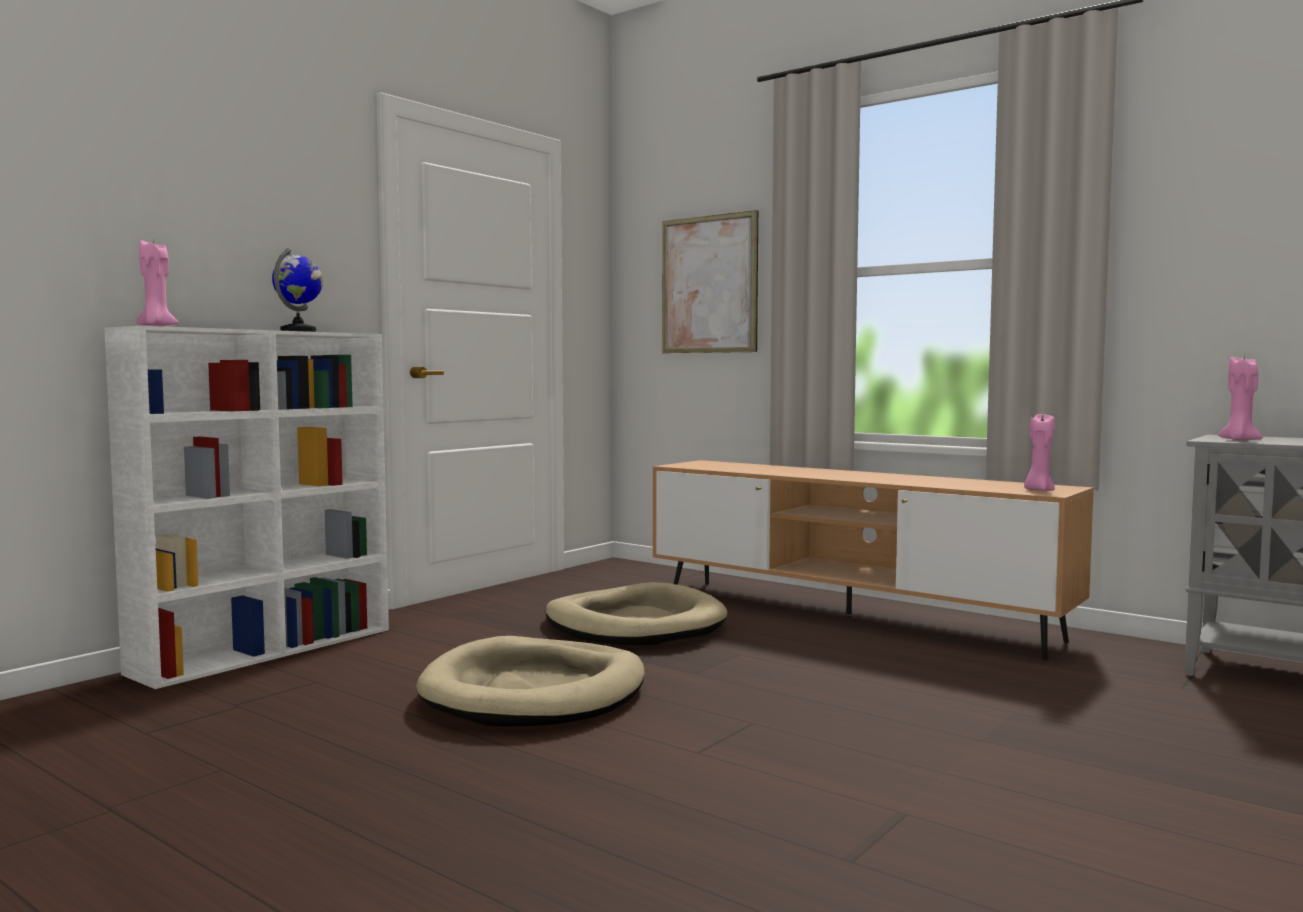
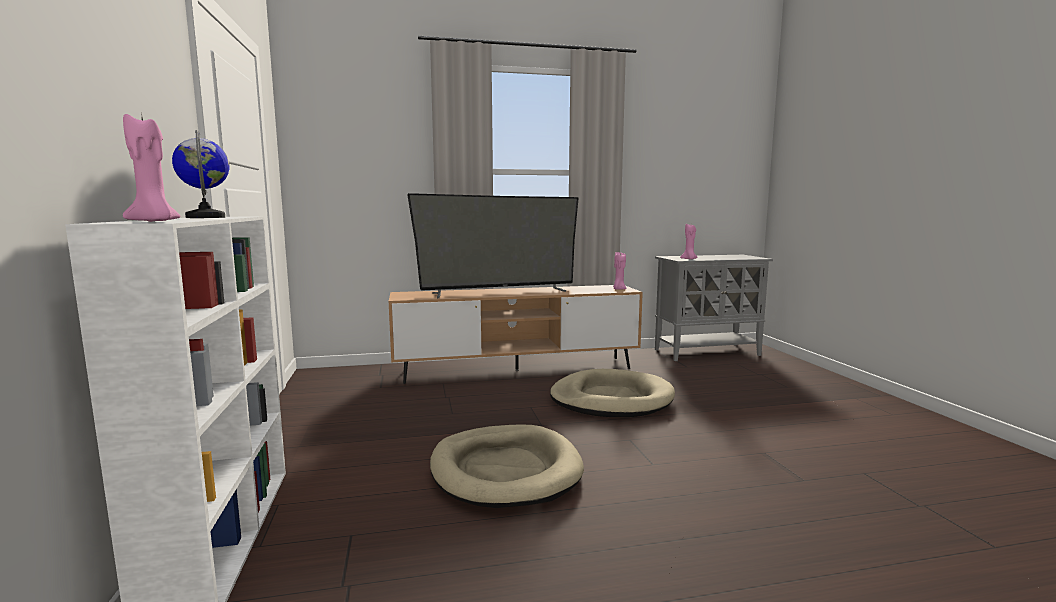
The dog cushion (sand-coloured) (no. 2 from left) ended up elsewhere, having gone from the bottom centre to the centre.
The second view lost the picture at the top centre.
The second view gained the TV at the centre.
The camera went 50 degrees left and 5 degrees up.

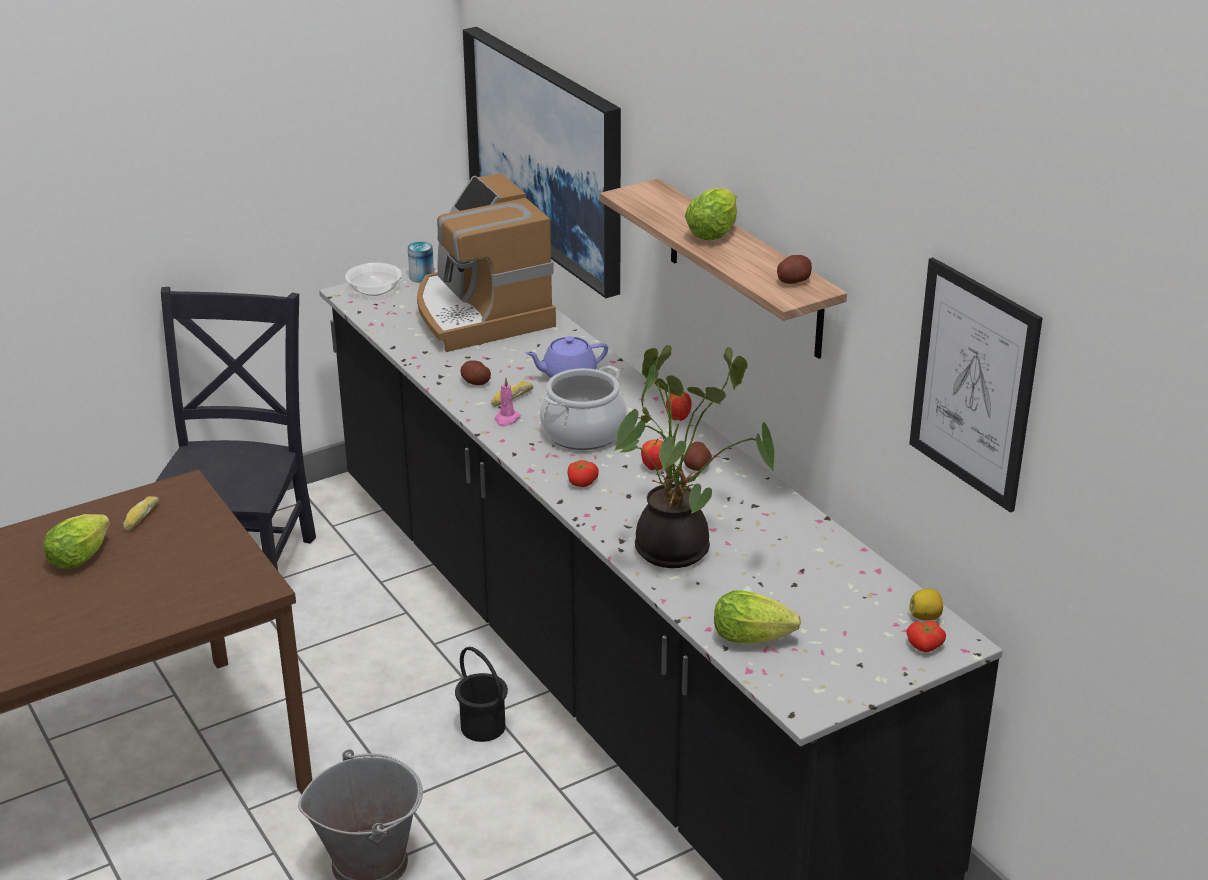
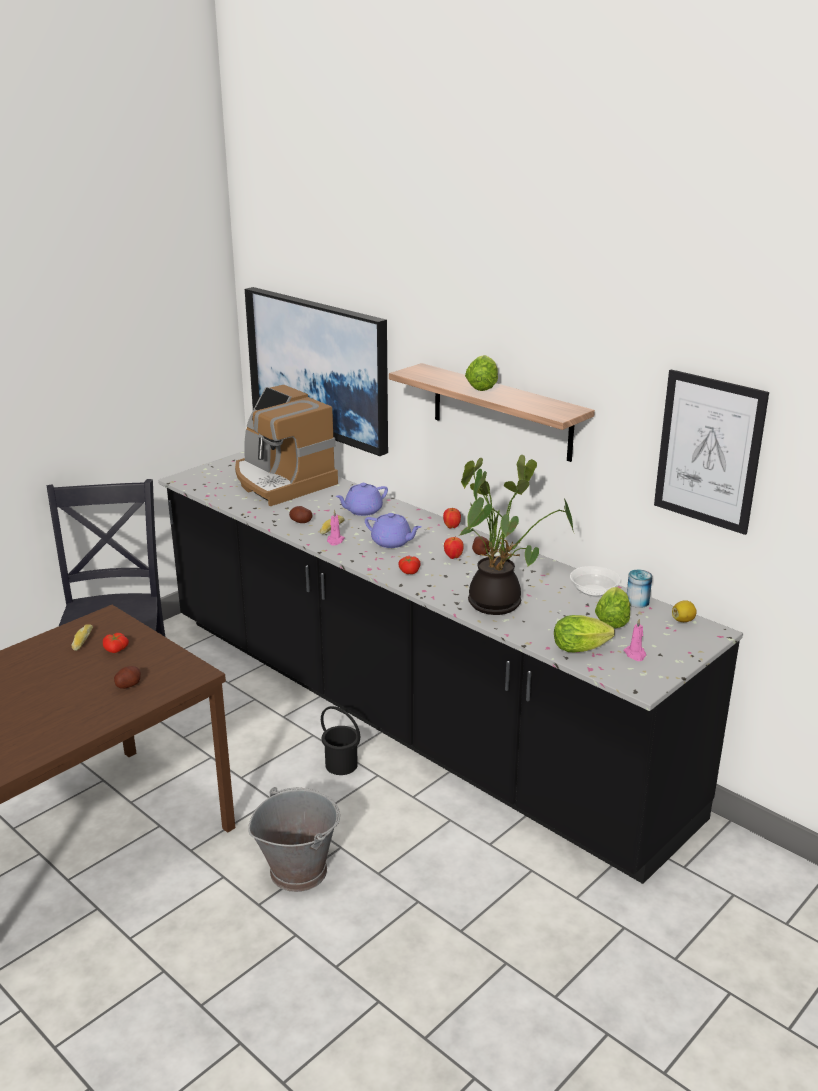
The lettuce (no. 1 from left in the first image) ended up elsewhere, having gone from the middle left to the middle right.
The bowl ended up elsewhere, having gone from the top left to the middle right.
The sealed can ended up elsewhere, having gone from the top centre to the middle right.
Where the stockpot stood at the centre, the pot for tea (purple-coloured) (no. 2 from left) came to stand at the centre.
The spud (no. 3 from left in the first image) ended up elsewhere, having gone from the top centre to the middle left.
The tomato (no. 2 from left in the first image) ended up elsewhere, having gone from the bottom right to the middle left.
The second view gained the candle (pink) (no. 2 from left) at the middle right.
The camera went 15 degrees left and 5 degrees down.

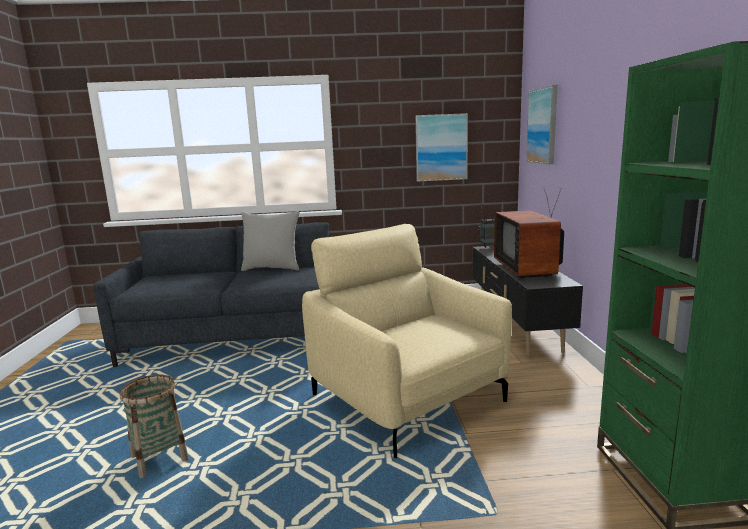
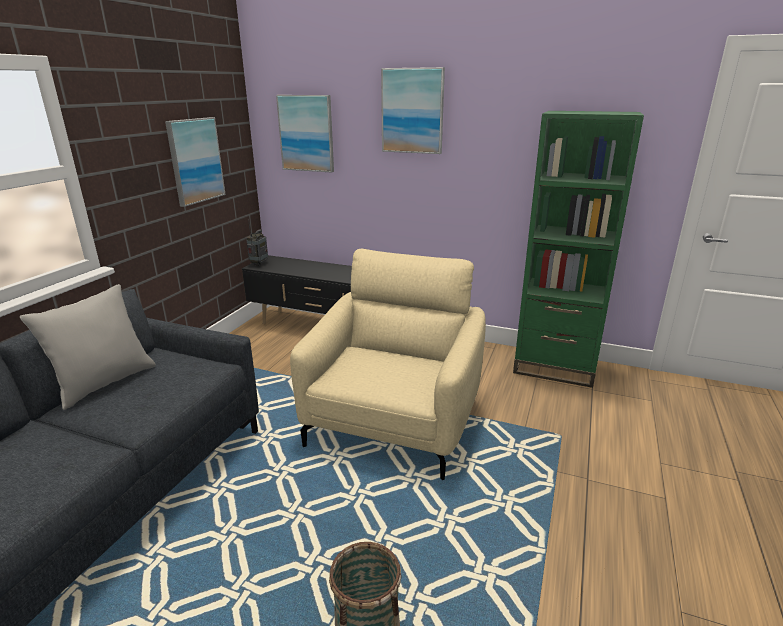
The armchair (sand-coloured) at the centre ended up facing another way, 120 degrees clockwise from before.
The second view lost the TV at the middle right.
The second view gained the picture (no. 3 from left) at the top centre.
The camera went 65 degrees left and 10 degrees up.

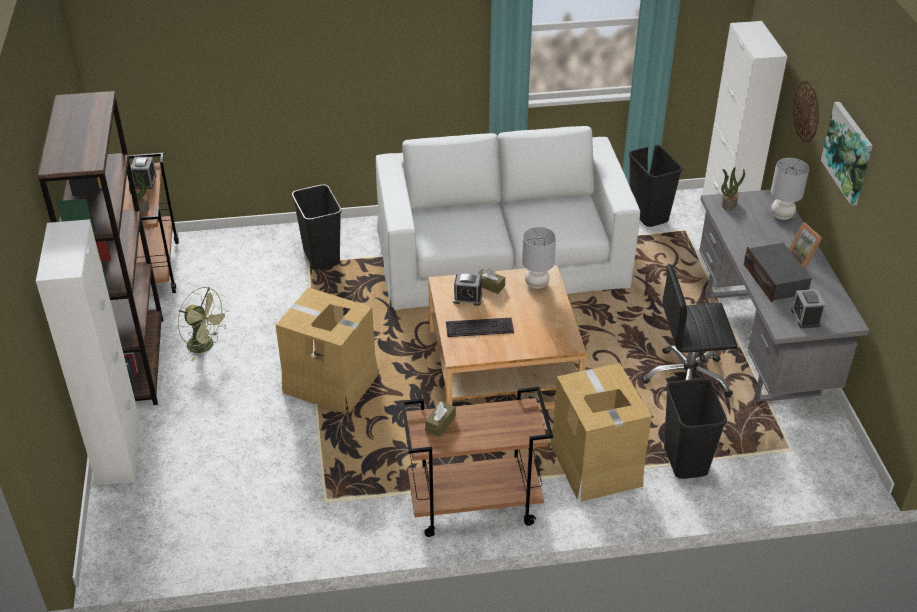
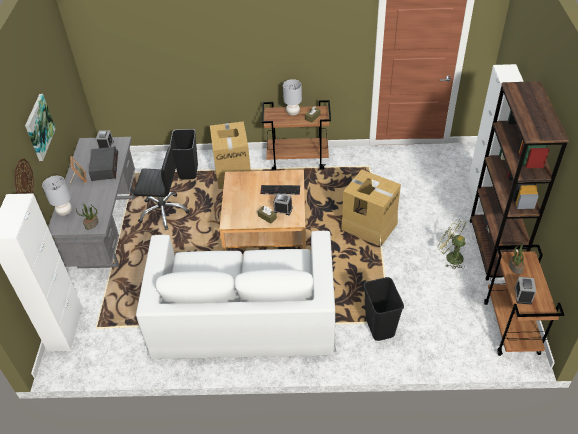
The table lamp (grey) (no. 1 from left in the first image) ended up elsewhere, having gone from the centre to the top centre.
The second view lost the trash can (blackish) (no. 2 from left) at the top right.
The camera went 170 degrees left and 5 degrees up.

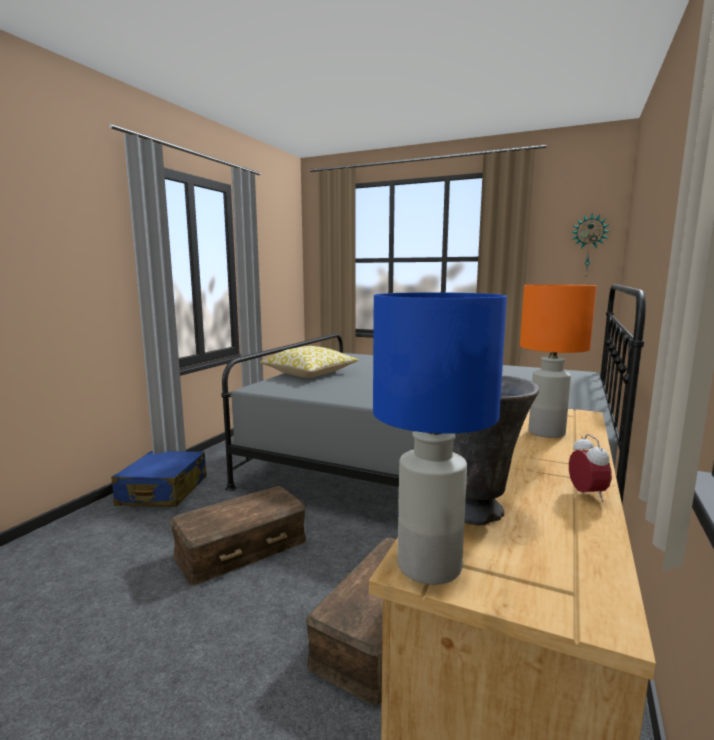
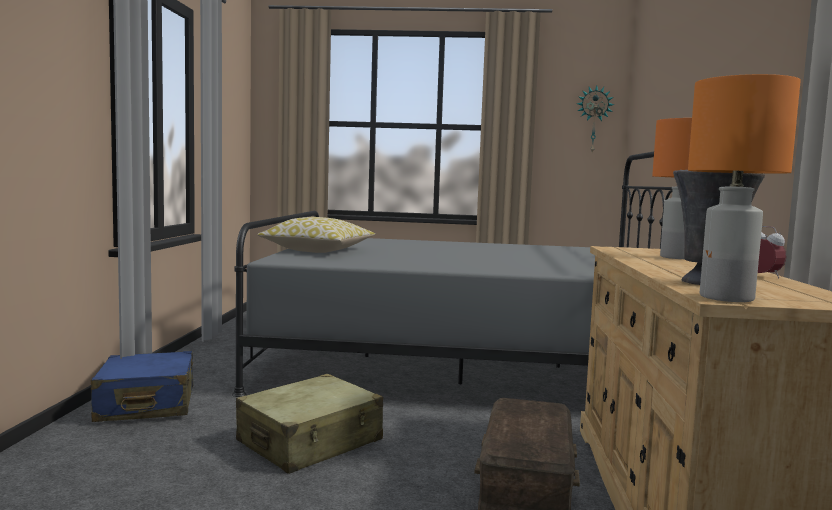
Where the storage container (brownish) (no. 1 from left) stood at the bottom centre, the travel case (sand-coloured) came to stand at the bottom centre.
What was the table lamp (bluish) at the centre turned into the table lamp (orangey) (no. 2 from left) at the middle right.
The camera went 20 degrees left and 5 degrees down.

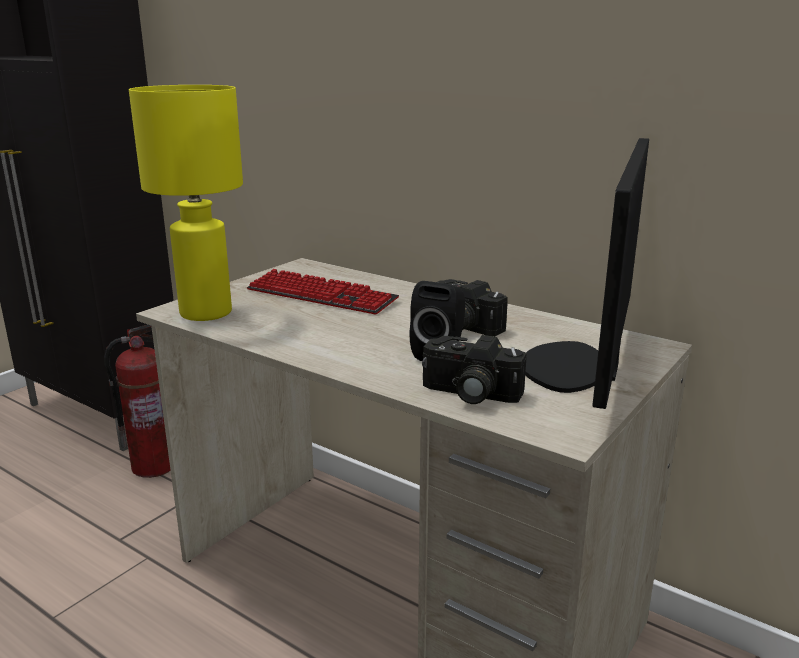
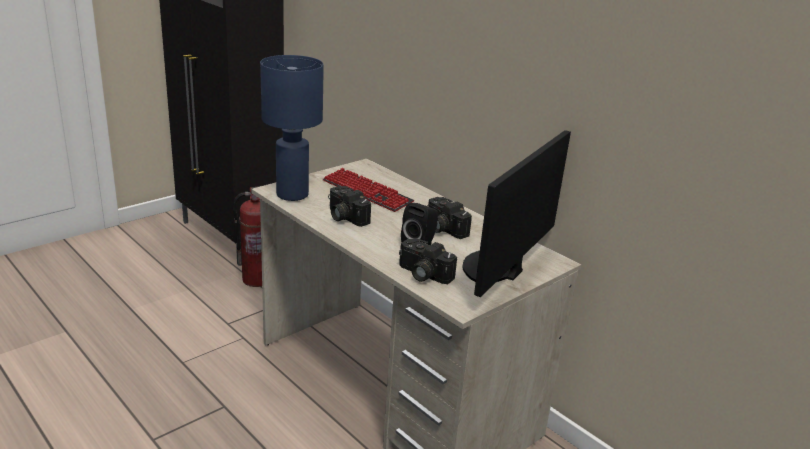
What was the table lamp (yellow-coloured) at the top left turned into the table lamp (bluish) at the top centre.
The second view gained the still camera (no. 1 from left) at the centre.
The camera went 10 degrees right and 5 degrees up.

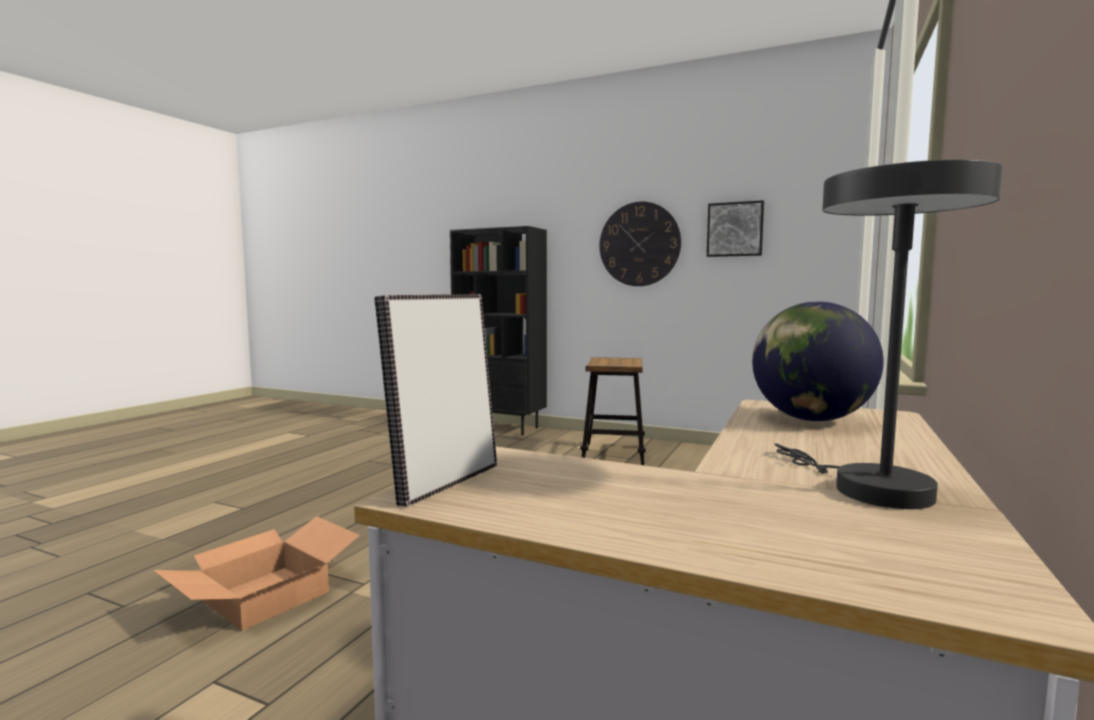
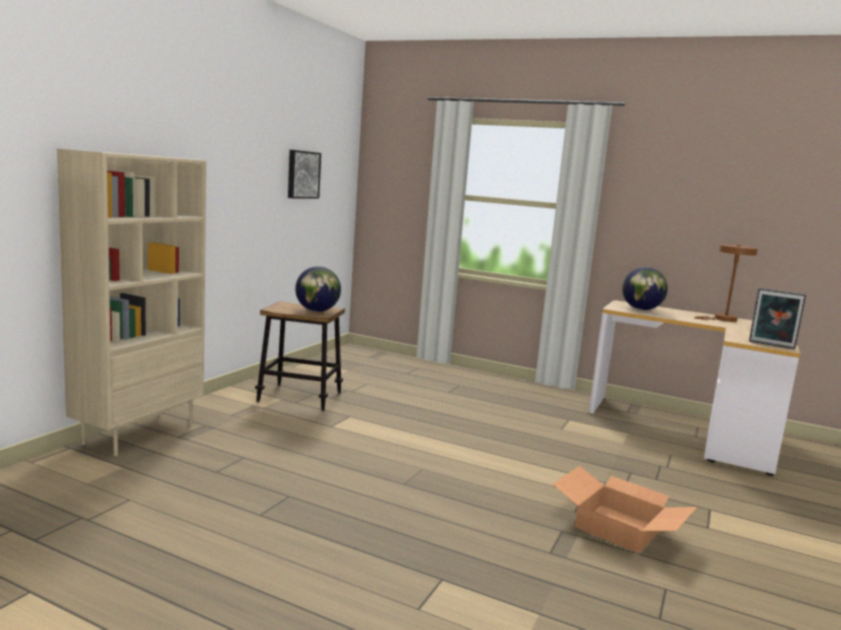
What was the bookshelf (blackish) at the centre turned into the bookshelf (sand-coloured) at the middle left.
The second view lost the wall clock at the centre.
What was the table lamp (grey) at the middle right turned into the table lamp (brownish) at the middle right.
The second view gained the desk globe (no. 1 from left) at the centre.
The camera went 90 degrees left and 5 degrees up.

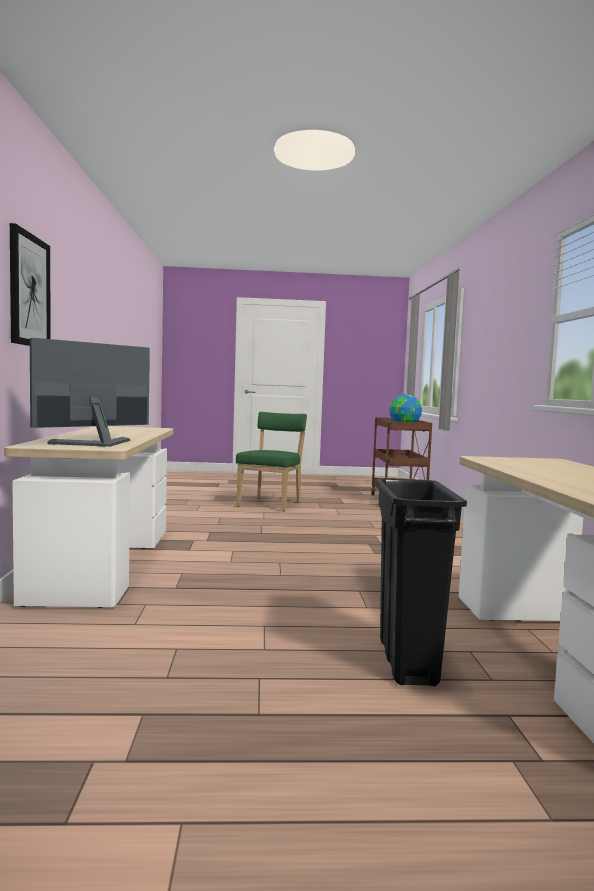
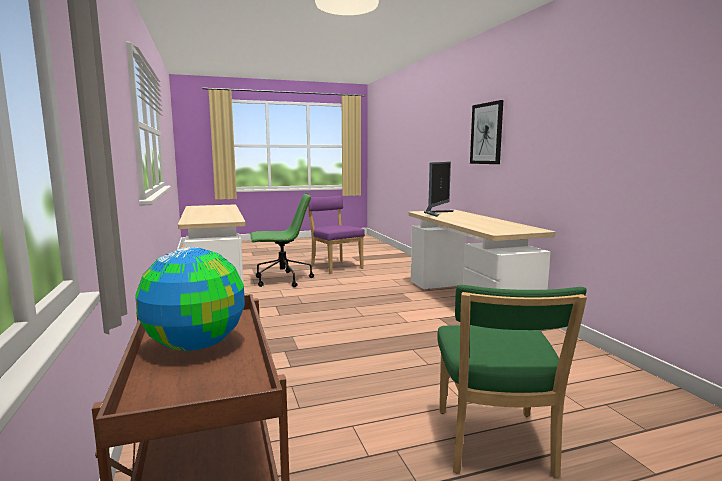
Where the trash can (blackish) stood at the middle right, the desk chair (greenish) came to stand at the centre.
The second view gained the upright chair (purple-coloured) at the centre.
The camera went 165 degrees right and 5 degrees up.

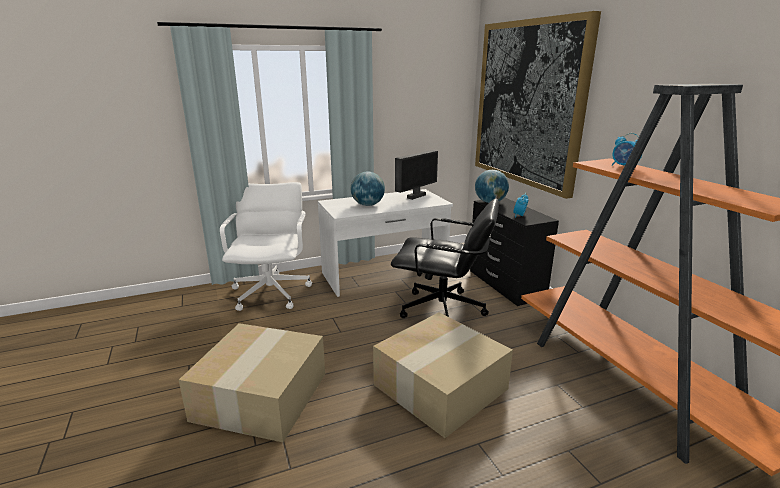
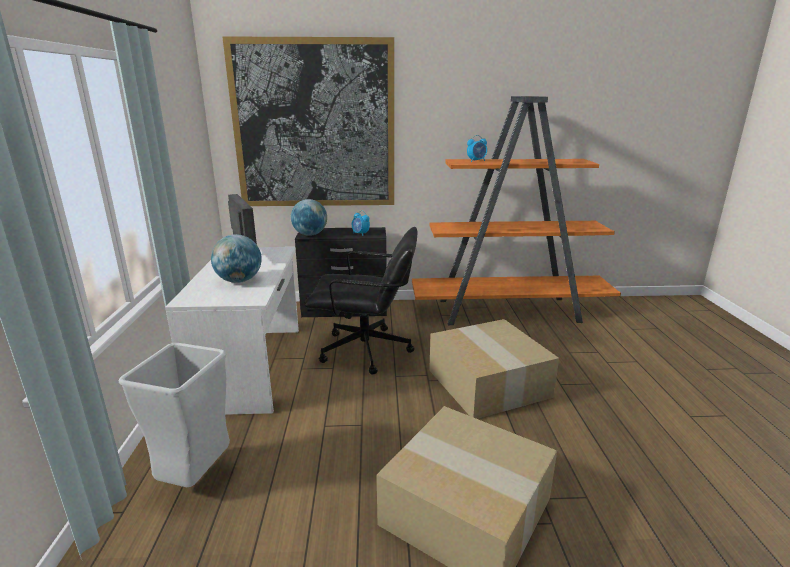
Where the desk chair (white-coloured) stood at the centre, the trash can (grey) came to stand at the bottom left.
The desk chair (blackish) at the centre ended up facing another way, 60 degrees clockwise from before.
The camera went 70 degrees left and 0 degrees up.

